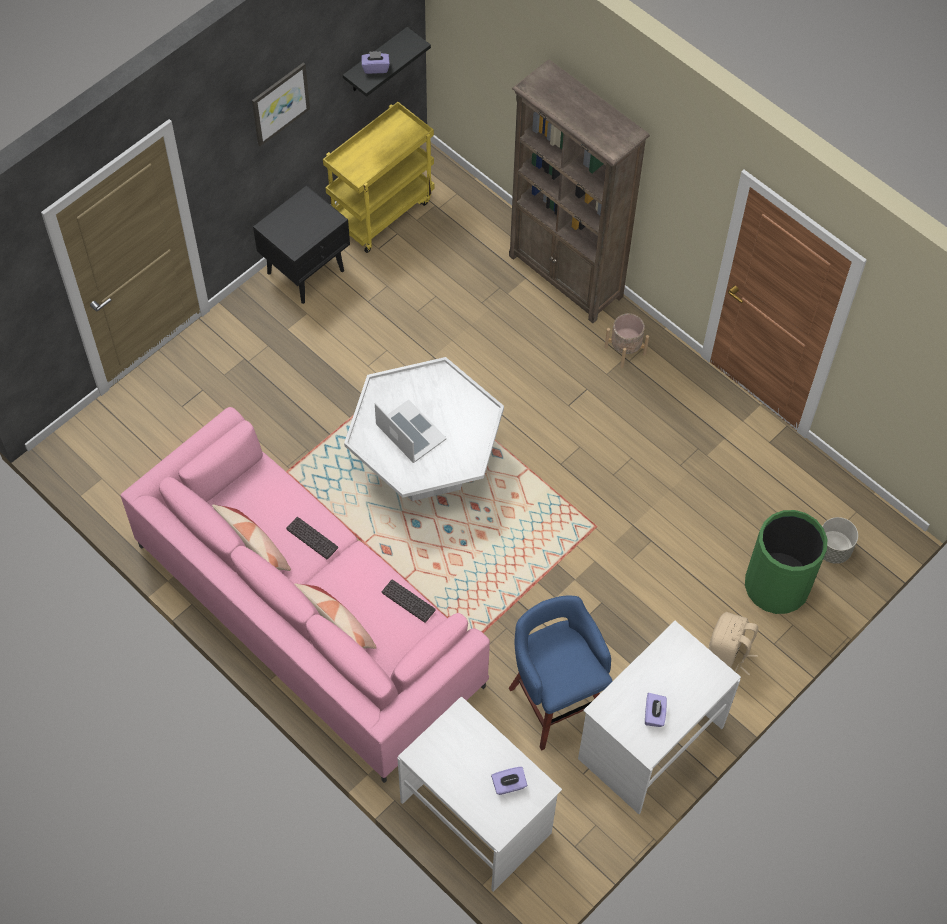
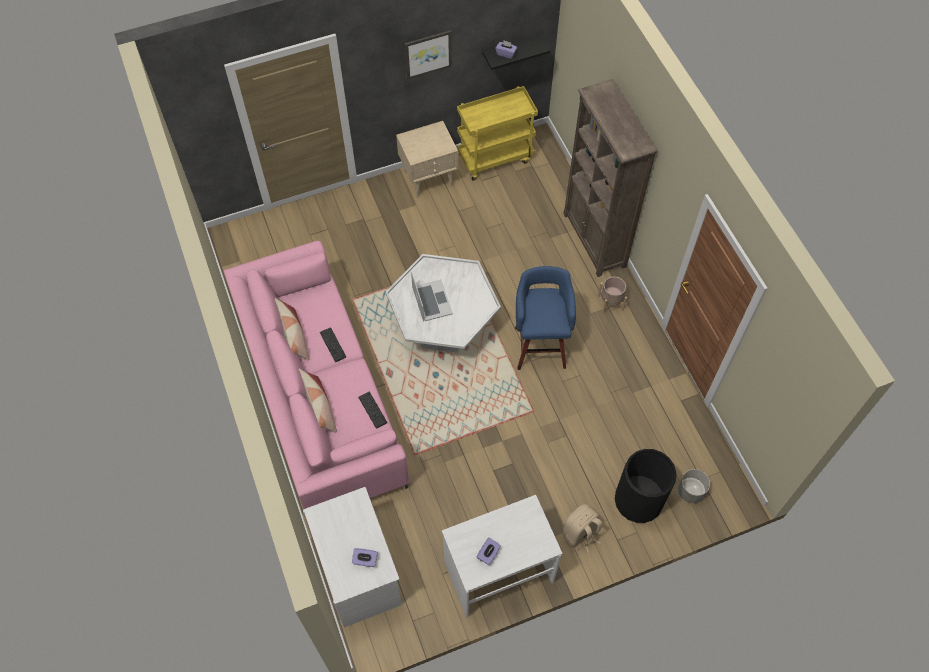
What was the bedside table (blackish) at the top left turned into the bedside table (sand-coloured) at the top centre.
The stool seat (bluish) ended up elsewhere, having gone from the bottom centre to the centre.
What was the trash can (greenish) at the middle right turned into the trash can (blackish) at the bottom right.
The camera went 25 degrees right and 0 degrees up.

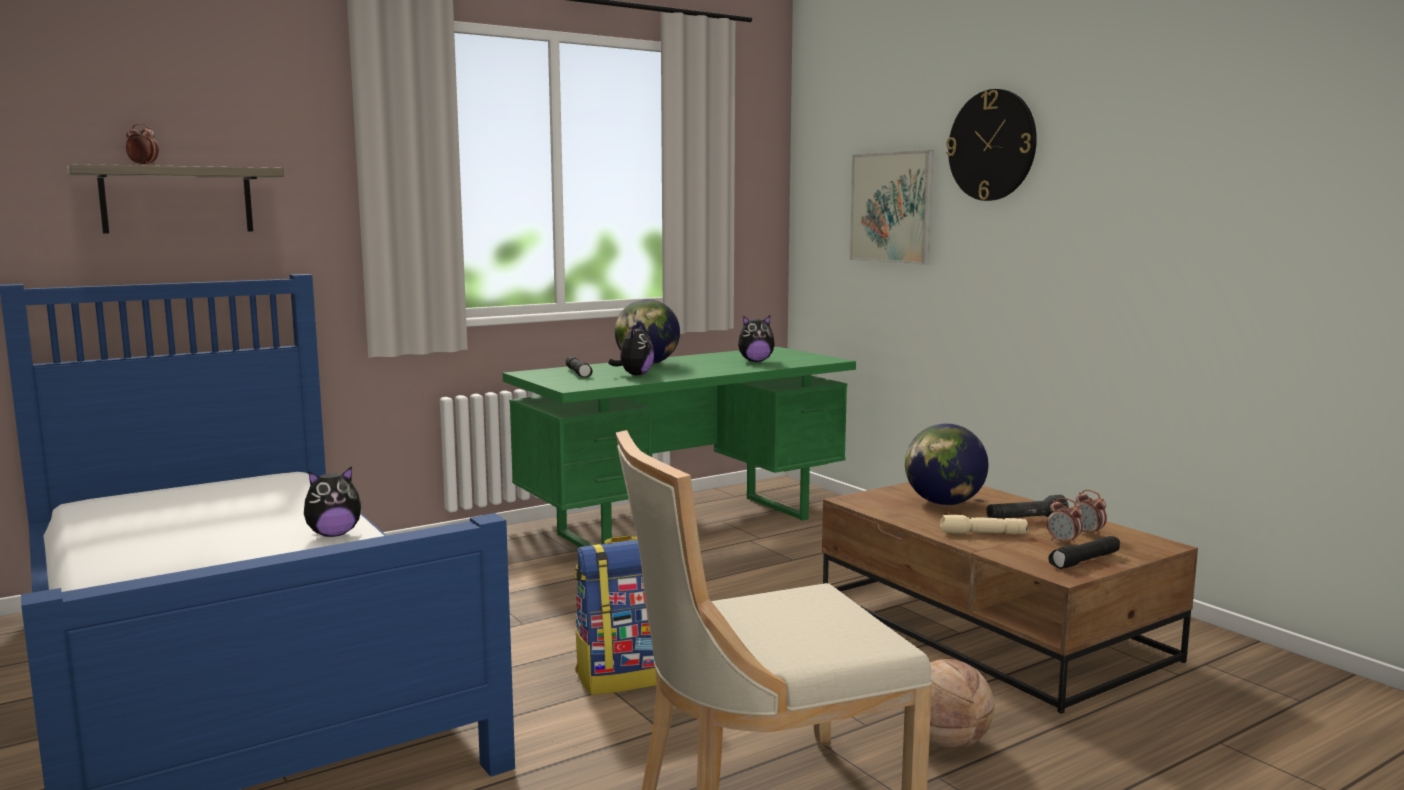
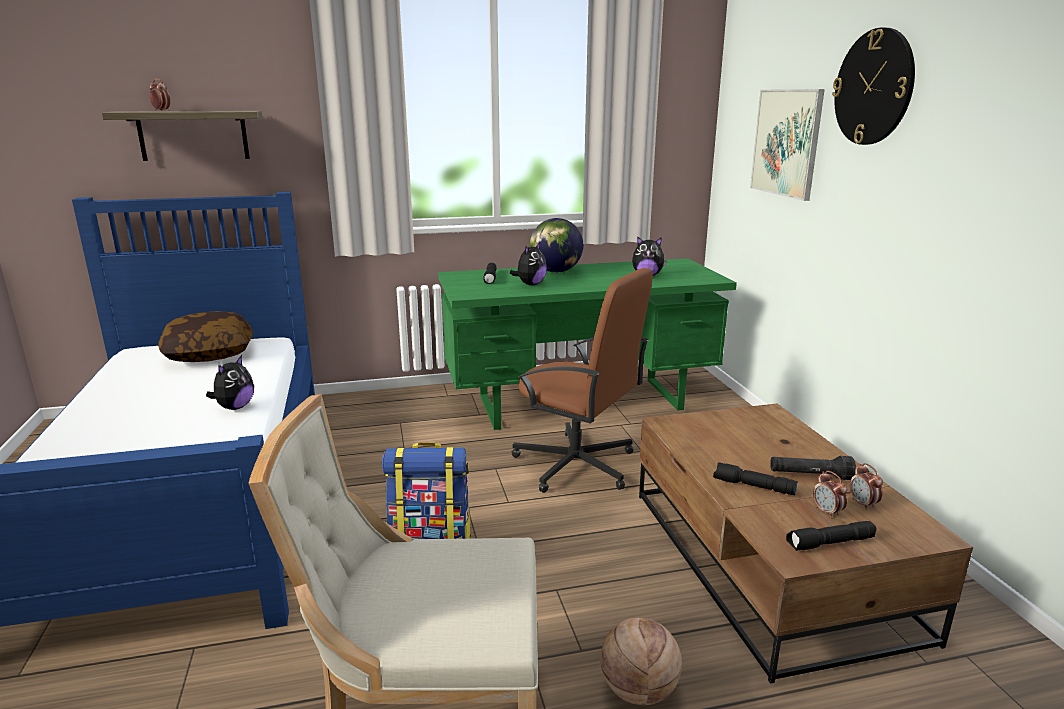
The plush toy (no. 1 from left) at the middle left ended up facing another way, 60 degrees counterclockwise from before.
The second view lost the desk globe (no. 2 from left) at the middle right.
What was the hand torch (sand-coloured) at the middle right turned into the hand torch (blackish) (no. 2 from left) at the bottom right.
The second view gained the pillow at the middle left.
The second view gained the desk chair (brownish) at the centre.
The camera went 20 degrees right and 10 degrees up.

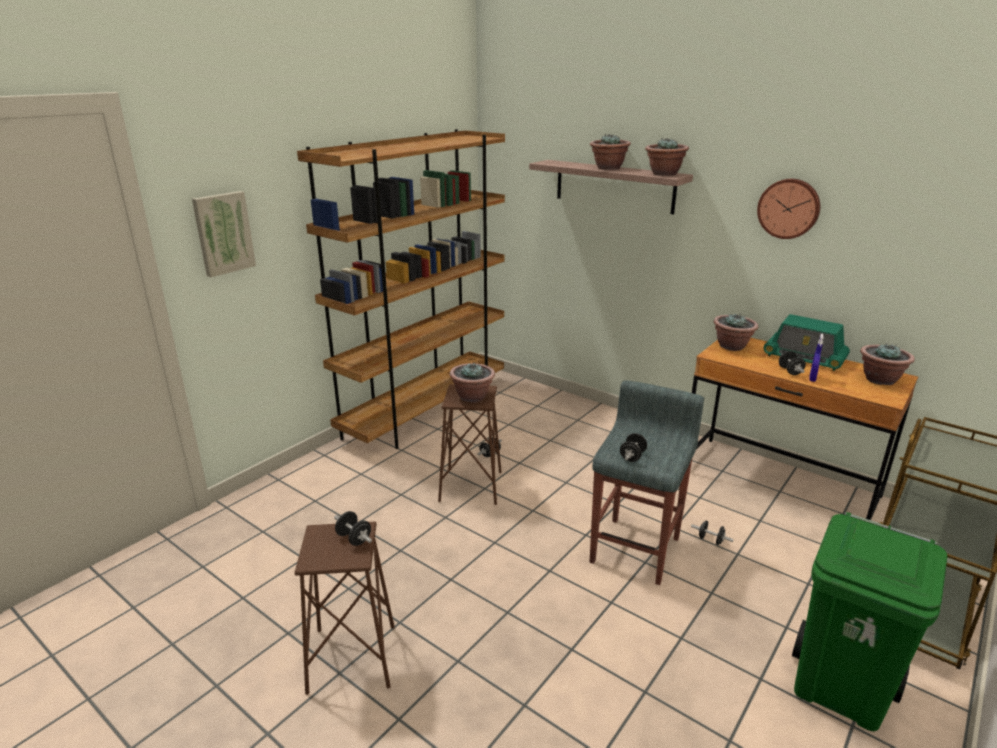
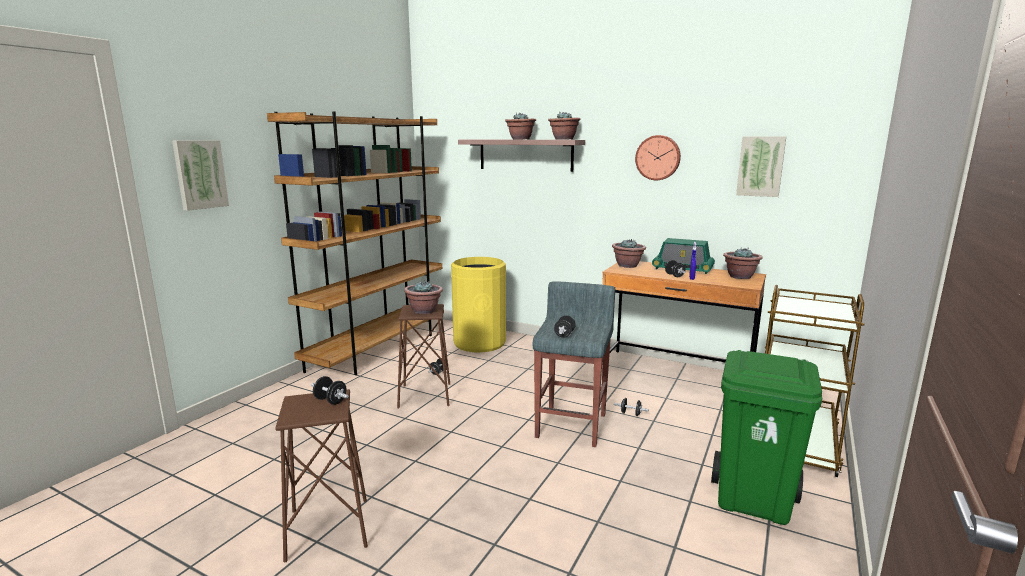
The second view gained the trash can (yellow-coloured) at the centre.
The second view gained the picture (no. 2 from left) at the top right.
The camera went 10 degrees left and 10 degrees down.

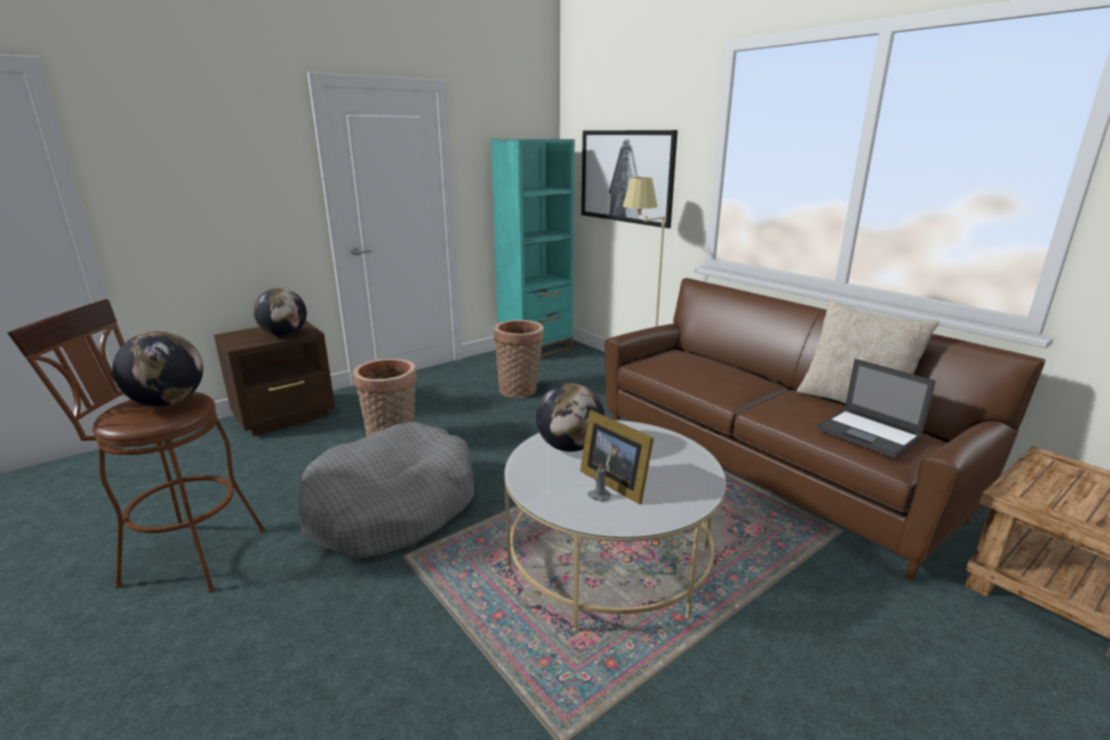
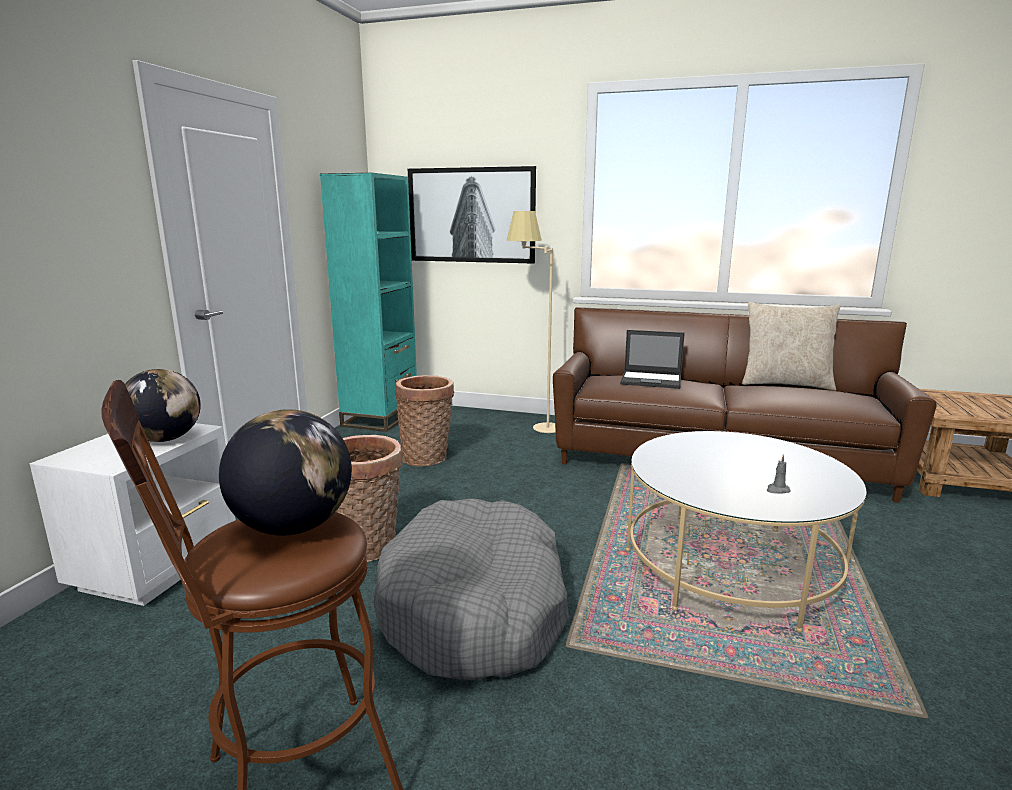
What was the bedside table (brownish) at the middle left turned into the bedside table (white-coloured) at the middle left.
The second view lost the desk globe (no. 3 from left) at the centre.
The second view lost the photo frame at the centre.
The notebook computer ended up elsewhere, having gone from the middle right to the centre.
The camera went 35 degrees left and 5 degrees down.

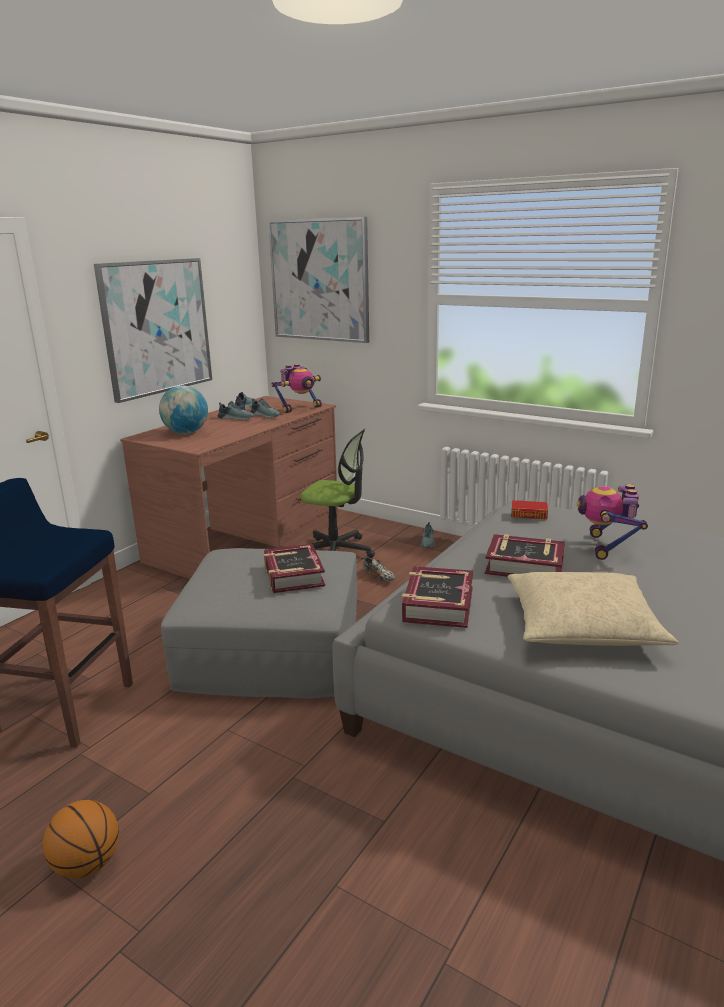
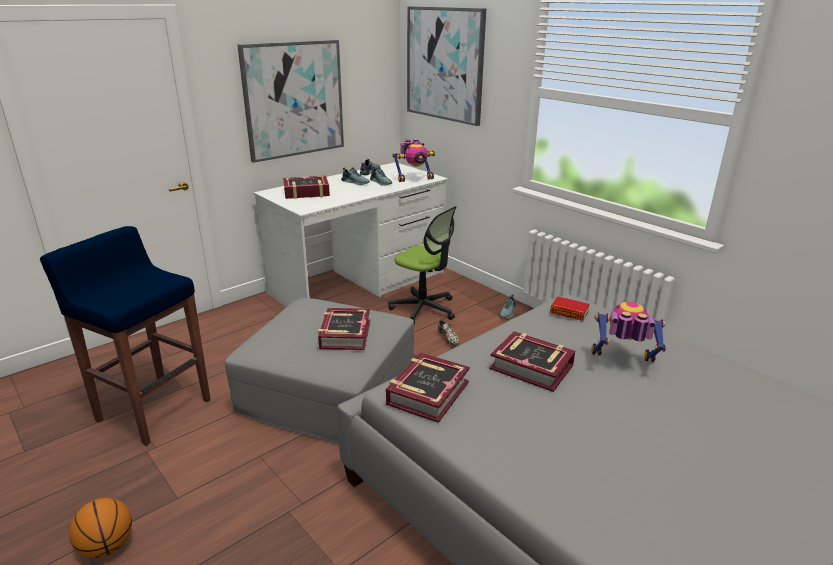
What was the desk unit (brownish) at the middle left turned into the desk unit (white-coloured) at the centre.
Where the desk globe stood at the middle left, the bound book (no. 1 from left) came to stand at the top centre.
The second view lost the pillow (sand-coloured) at the middle right.
The robot figure (no. 2 from left) at the middle right ended up facing another way, 75 degrees clockwise from before.
The camera went 15 degrees right and 5 degrees up.

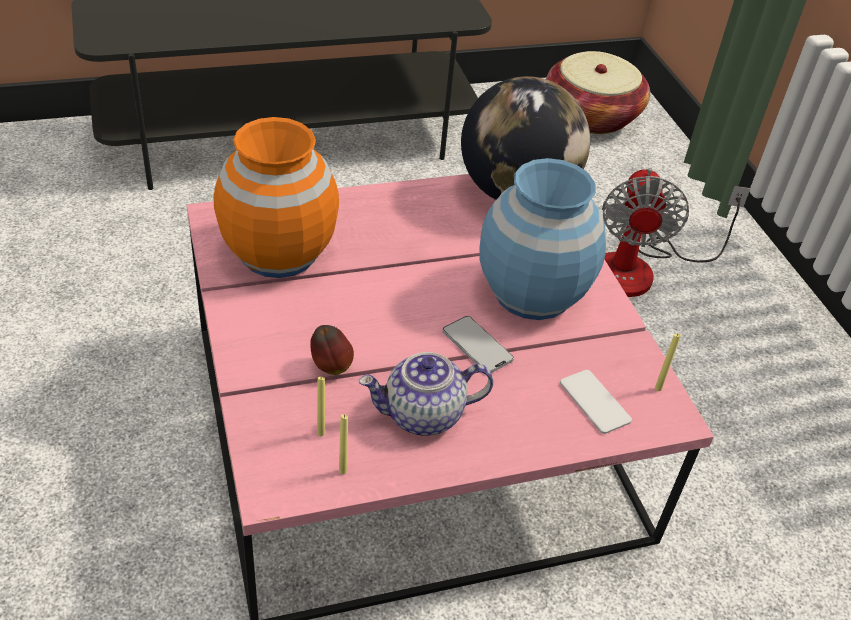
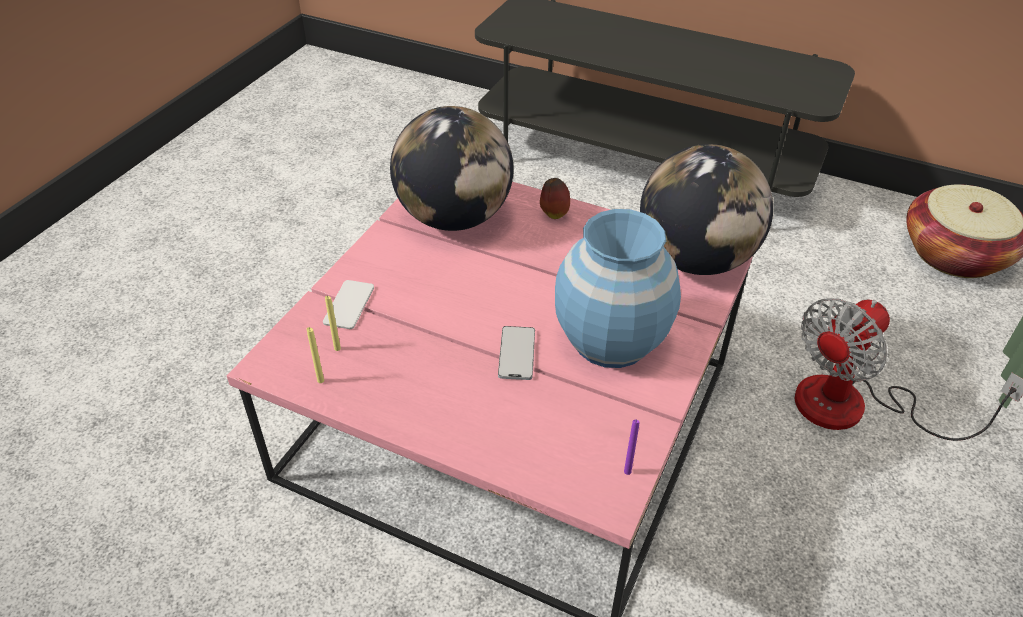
Where the flower vase (orangey) stood at the top left, the desk globe (no. 1 from left) came to stand at the top centre.
The apple ended up elsewhere, having gone from the centre to the top centre.
The second view lost the pot for tea at the centre.
The telephone (no. 2 from left in the first image) ended up elsewhere, having gone from the middle right to the centre.
What was the candle (yellow-coloured) (no. 3 from left) at the middle right turned into the candle (purple-coloured) at the bottom centre.
The camera went 45 degrees right and 0 degrees up.

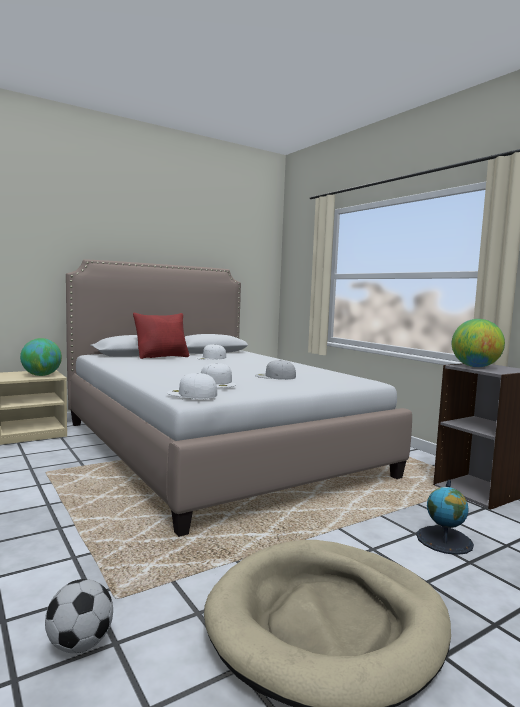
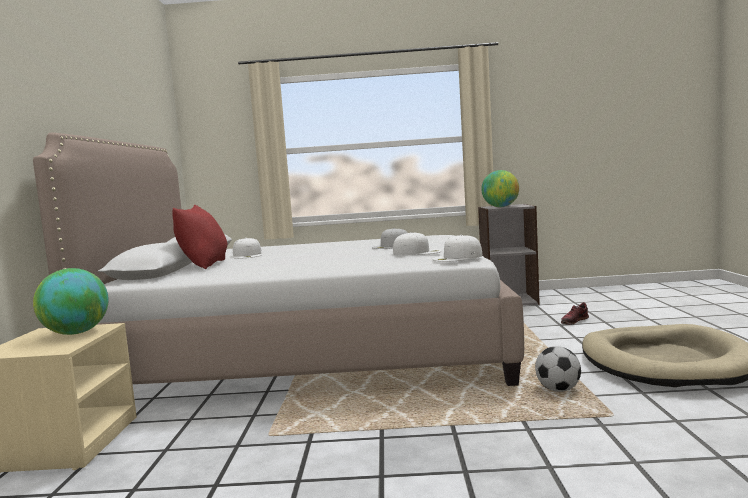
The ball for football ended up elsewhere, having gone from the bottom left to the bottom right.
Where the desk globe (no. 2 from left) stood at the bottom right, the item of footwear came to stand at the middle right.
The camera went 55 degrees left and 0 degrees up.

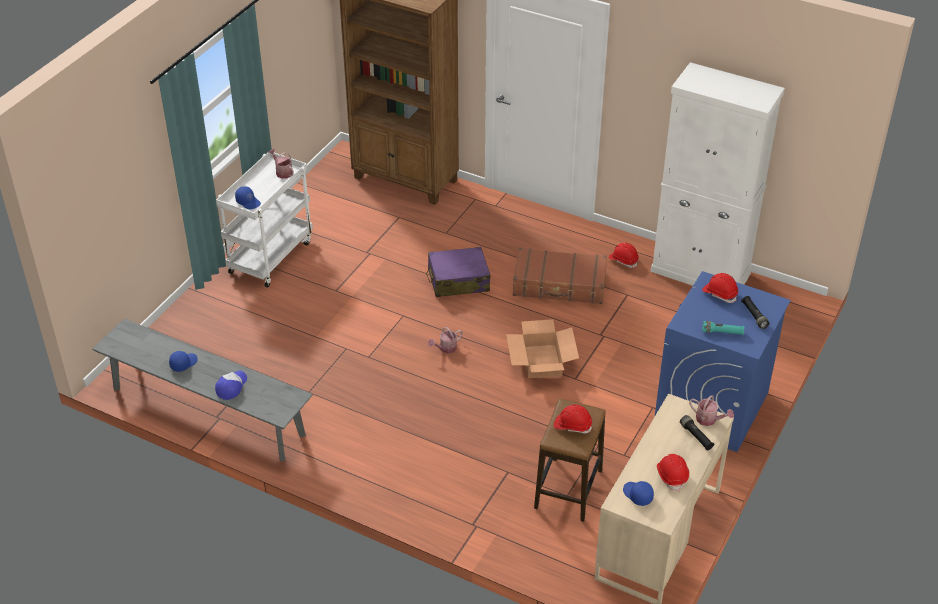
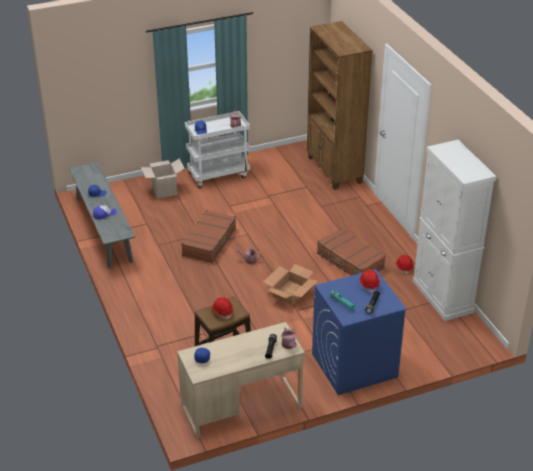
The second view lost the travel case (purple-coloured) at the centre.
The second view lost the work helmet (red-coloured) (no. 3 from left) at the bottom right.
The second view gained the carton (no. 1 from left) at the middle left.
The second view gained the travel case (brownish) (no. 1 from left) at the centre.
The camera went 40 degrees right and 5 degrees down.

